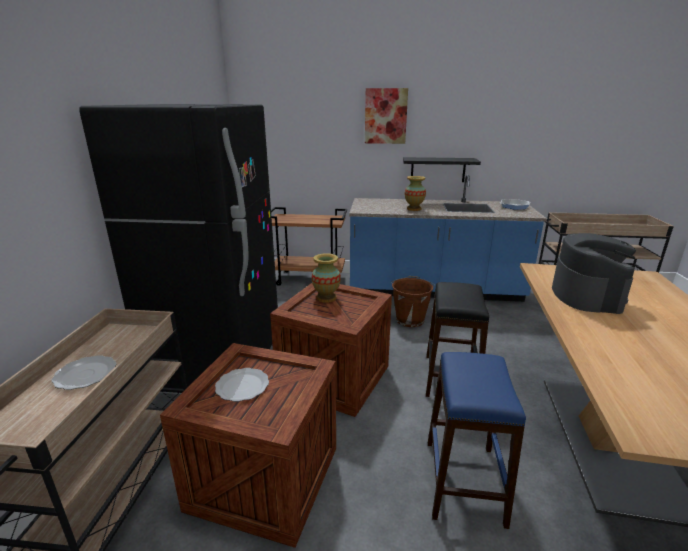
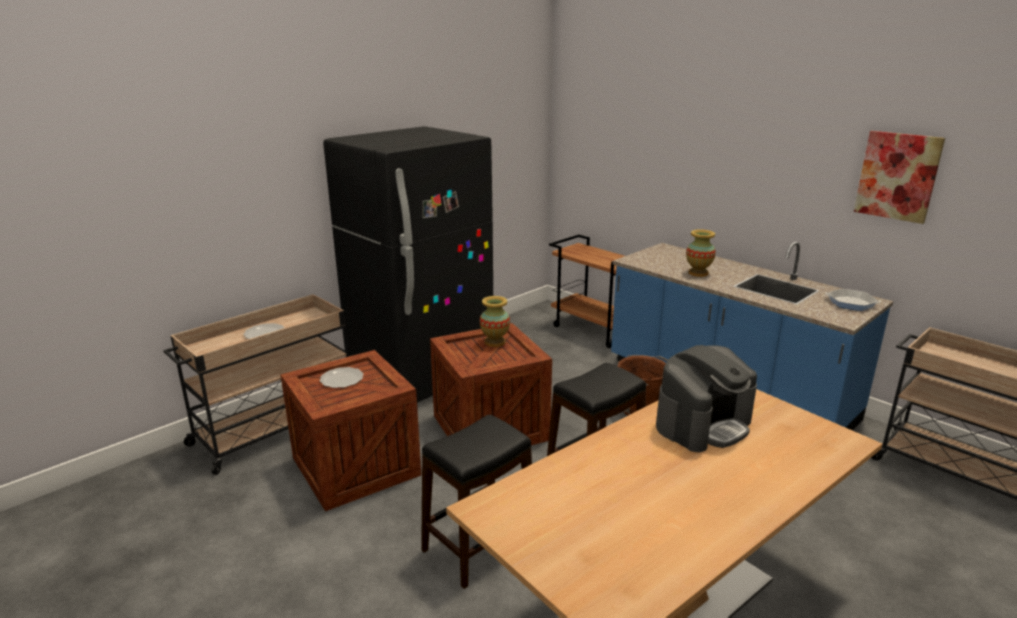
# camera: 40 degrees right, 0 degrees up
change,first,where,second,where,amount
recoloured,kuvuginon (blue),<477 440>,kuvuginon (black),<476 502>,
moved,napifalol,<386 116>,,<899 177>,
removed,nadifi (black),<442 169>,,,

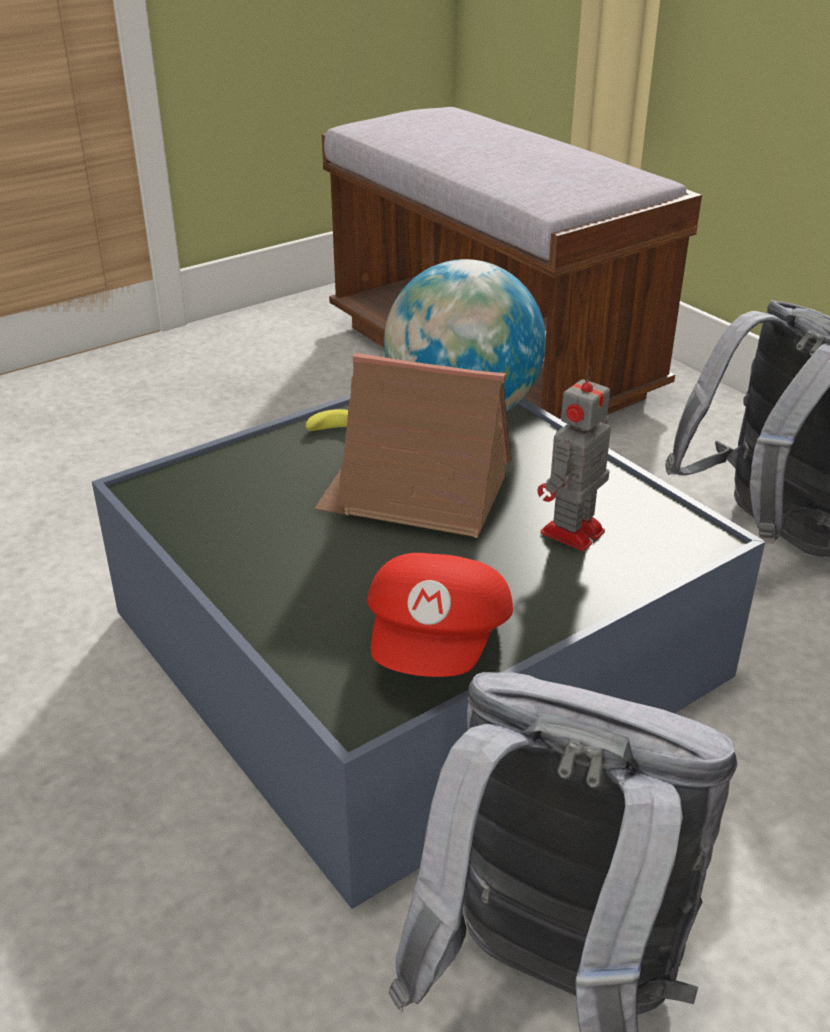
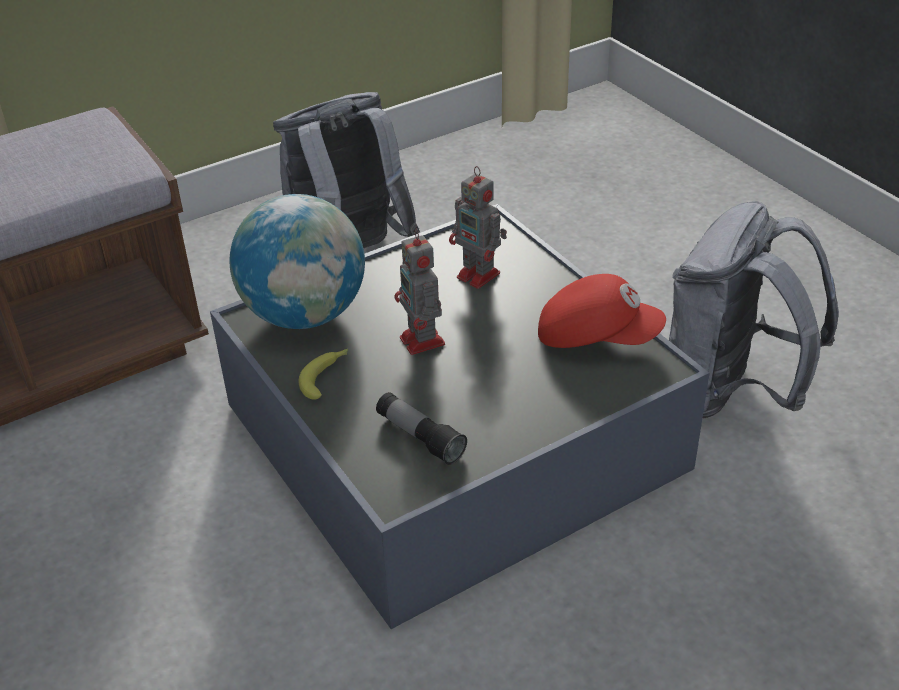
# camera: 85 degrees left, 5 degrees up
change,first,where,second,where,amount
added,,,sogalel,<421 428>,
replaced,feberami,<413 445>,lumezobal,<419 292>,

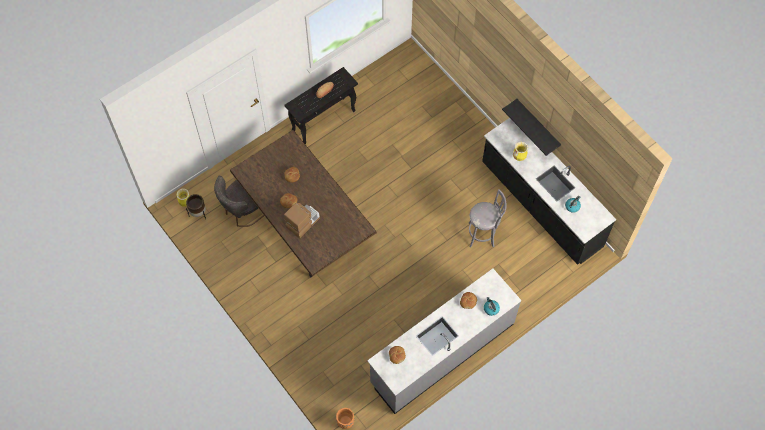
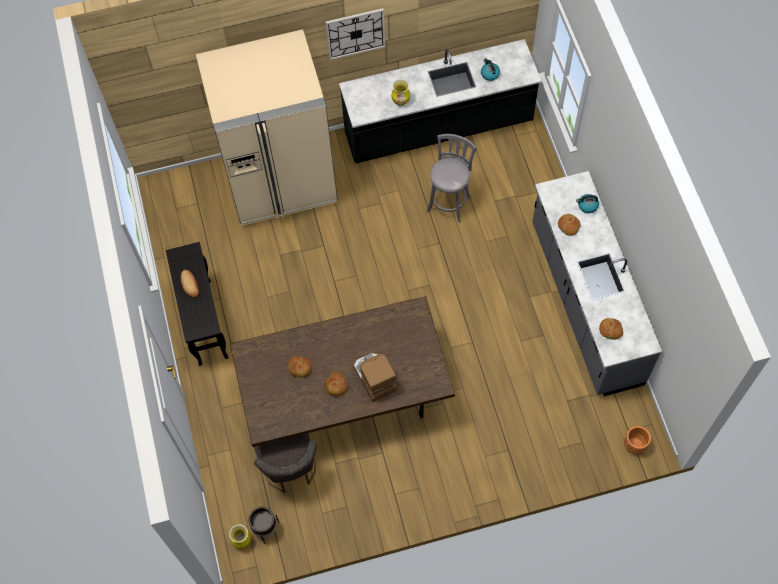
# camera: 65 degrees left, 0 degrees up
change,first,where,second,where,amount
added,,,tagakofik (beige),<266 127>,
added,,,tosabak,<355 34>,
removed,nadifi (black),<531 127>,,,

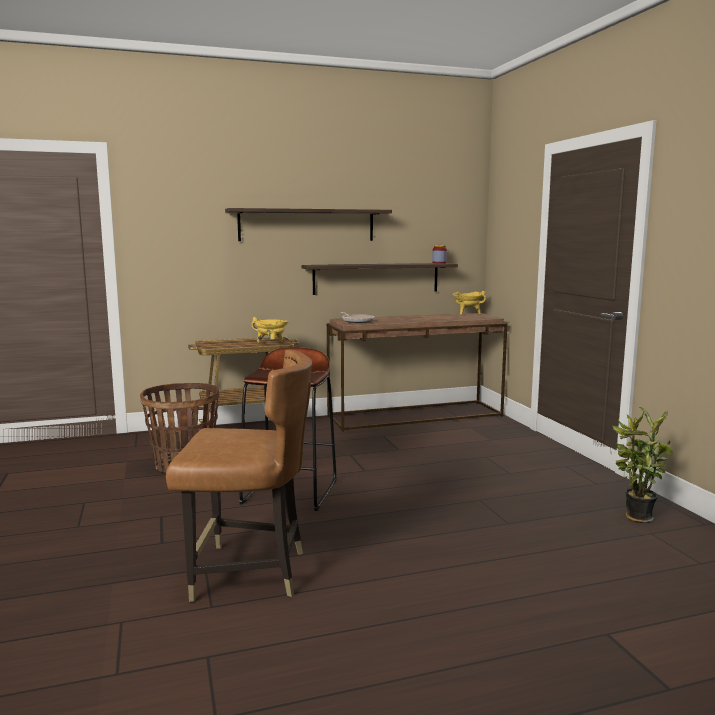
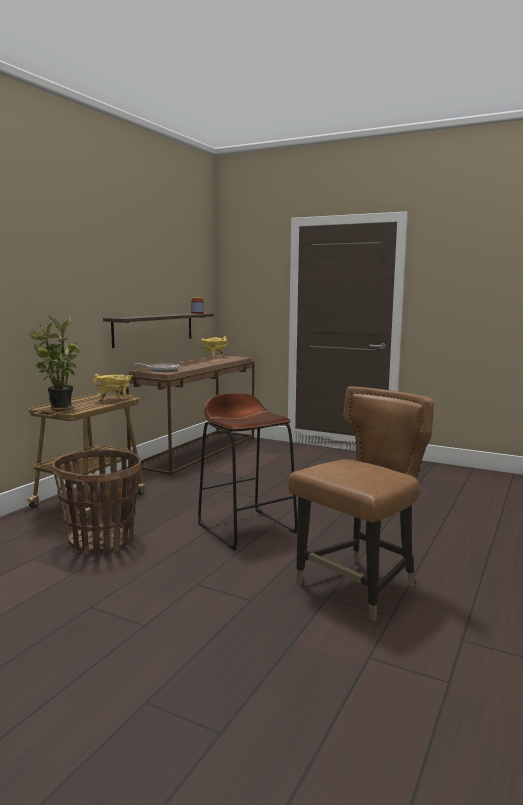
# camera: 45 degrees left, 0 degrees up
change,first,where,second,where,amount
moved,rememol,<643 464>,,<54 363>,
removed,nadifi,<308 224>,,,

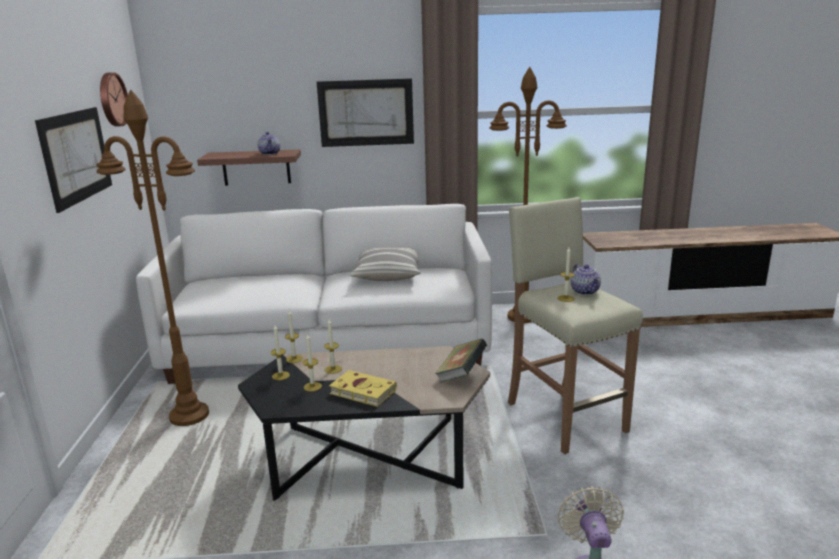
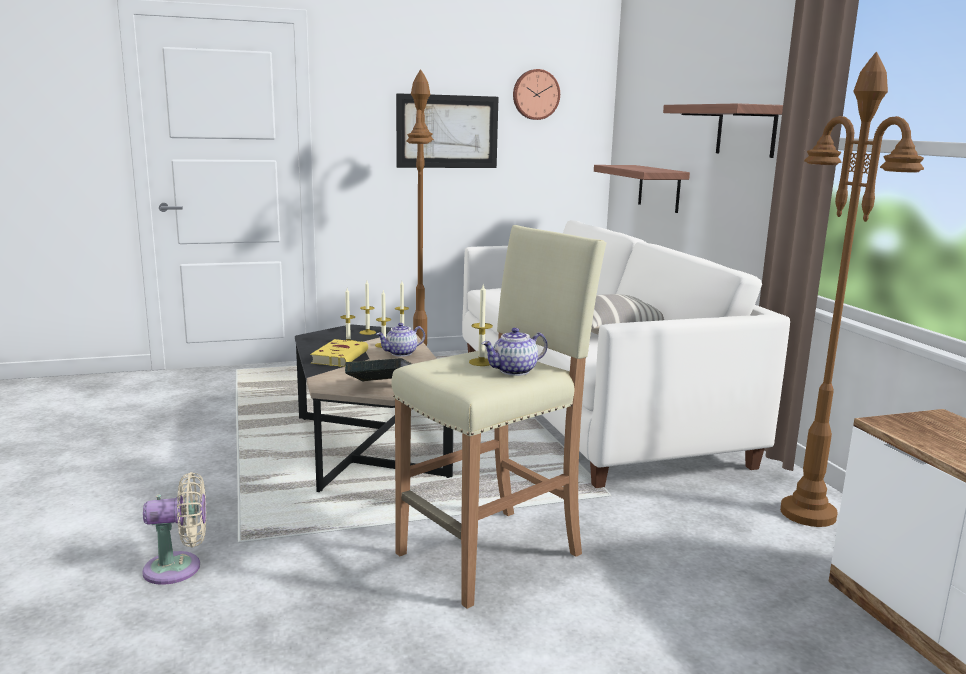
# camera: 75 degrees right, 5 degrees down
change,first,where,second,where,amount
moved,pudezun,<269 143>,,<400 340>,
replaced,napifalol,<365 112>,nadifi,<723 130>,

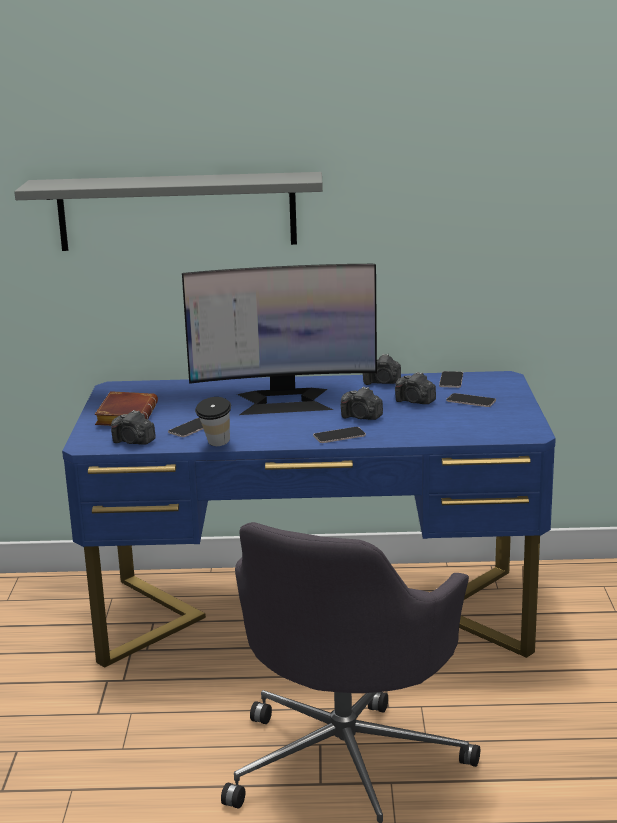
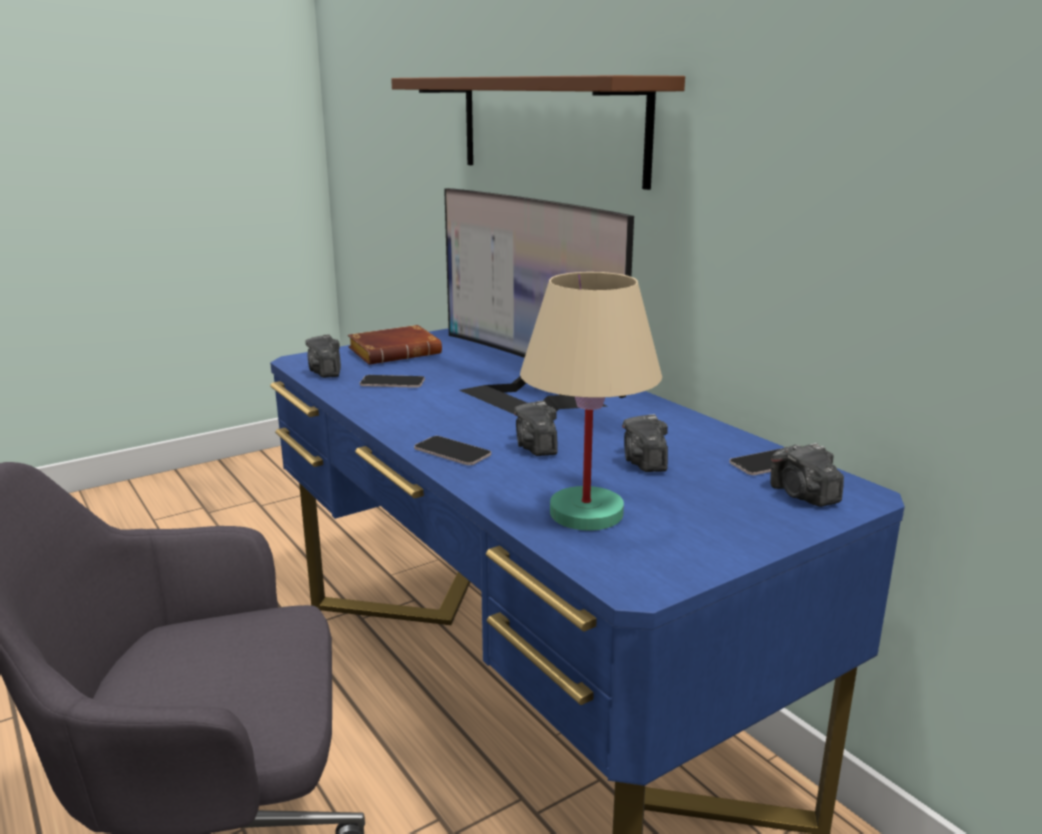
# camera: 55 degrees right, 0 degrees up
change,first,where,second,where,amount
recoloured,nadifi (grey),<168 211>,nadifi (brown),<538 132>,
added,,,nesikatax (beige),<591 401>,
moved,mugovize,<382 369>,,<807 475>,
removed,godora,<213 421>,,,
removed,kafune,<471 400>,,,

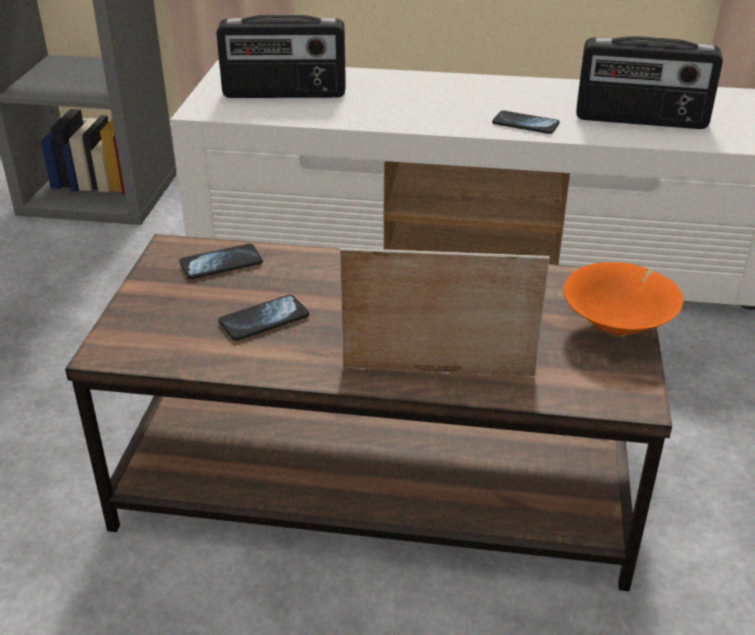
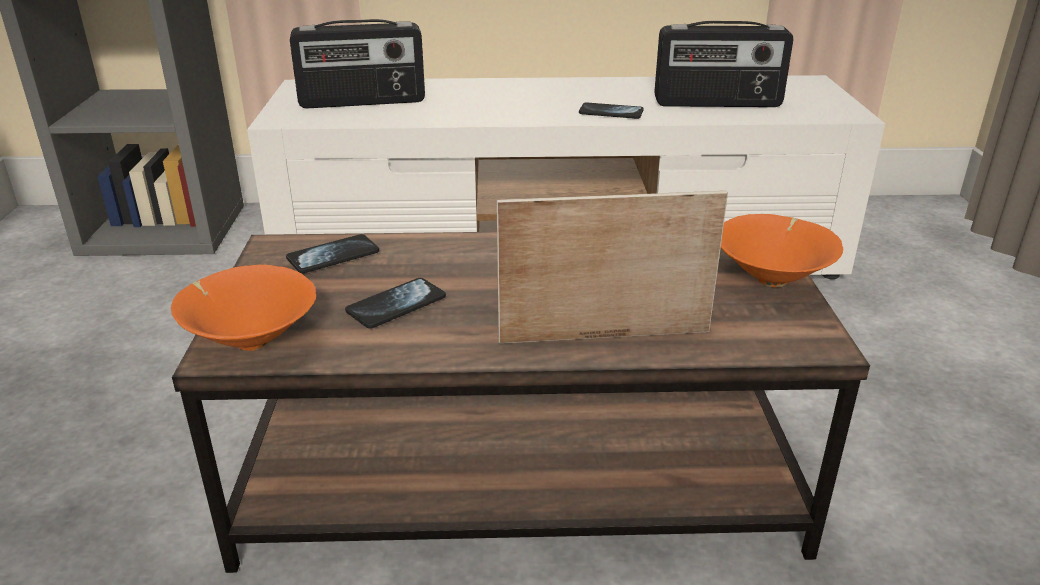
# camera: 10 degrees left, 5 degrees down
change,first,where,second,where,amount
added,,,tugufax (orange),<243 308>,

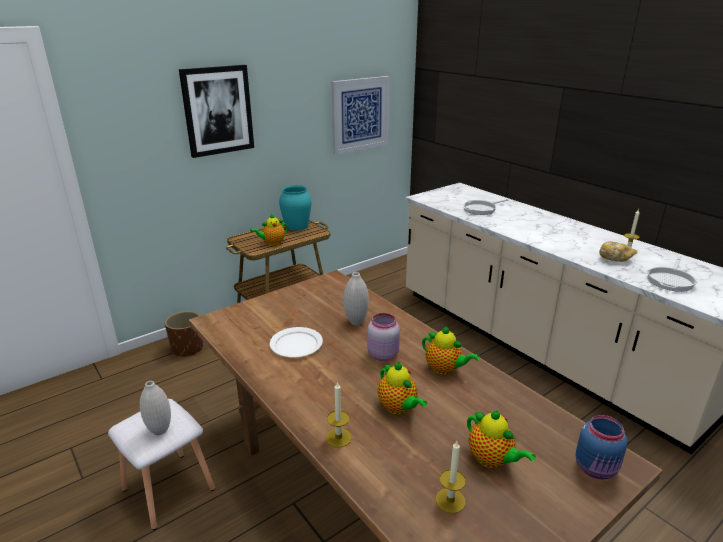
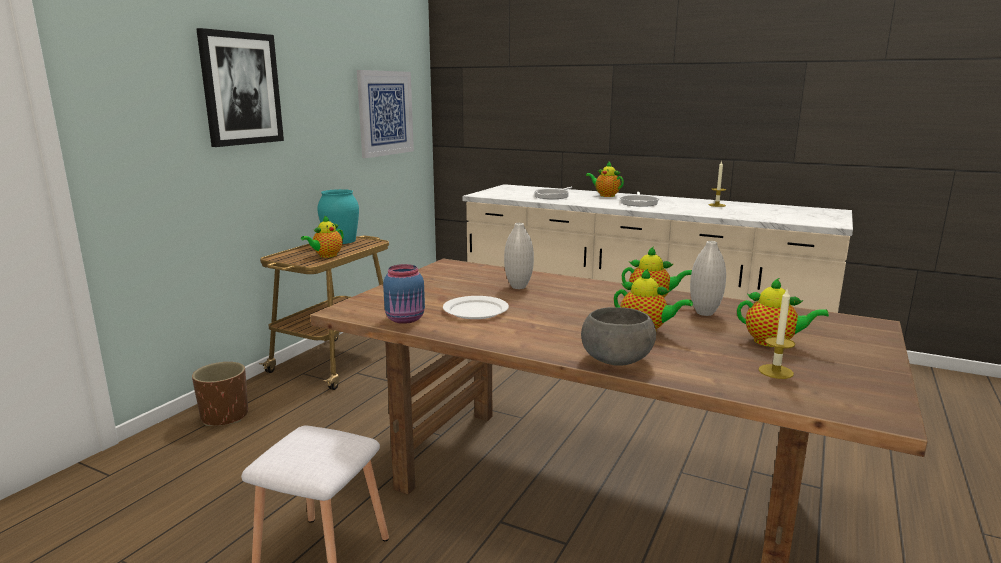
# camera: 25 degrees left, 10 degrees down
change,first,where,second,where,amount
moved,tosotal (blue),<601 447>,,<404 294>,
replaced,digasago,<339 414>,tugufax (grey),<618 336>,
added,,,pudezun,<605 179>,
moved,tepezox,<672 275>,,<639 199>,
moved,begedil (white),<155 408>,,<708 278>,
removed,tosotal (pink),<383 337>,,,
removed,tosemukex,<617 252>,,,

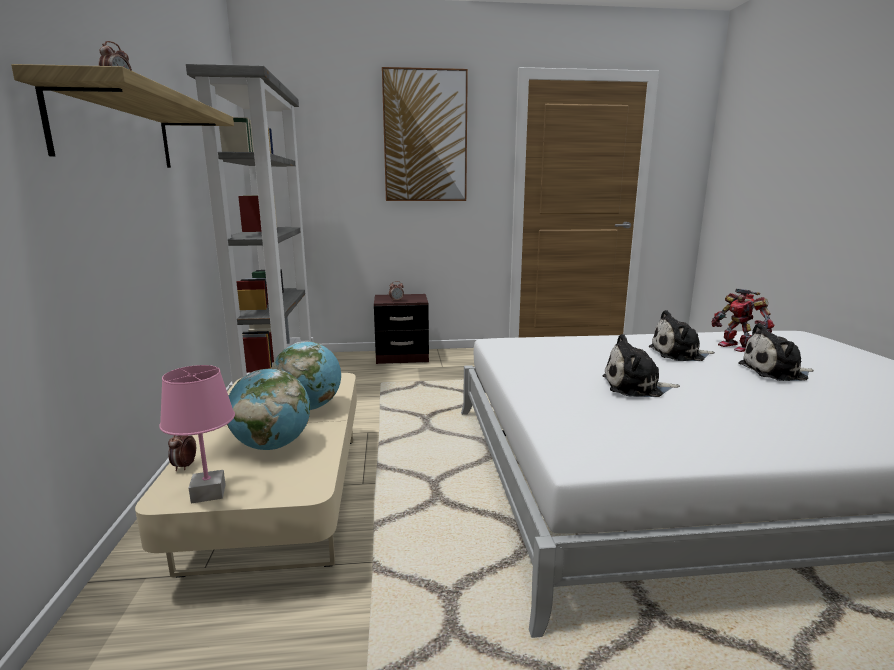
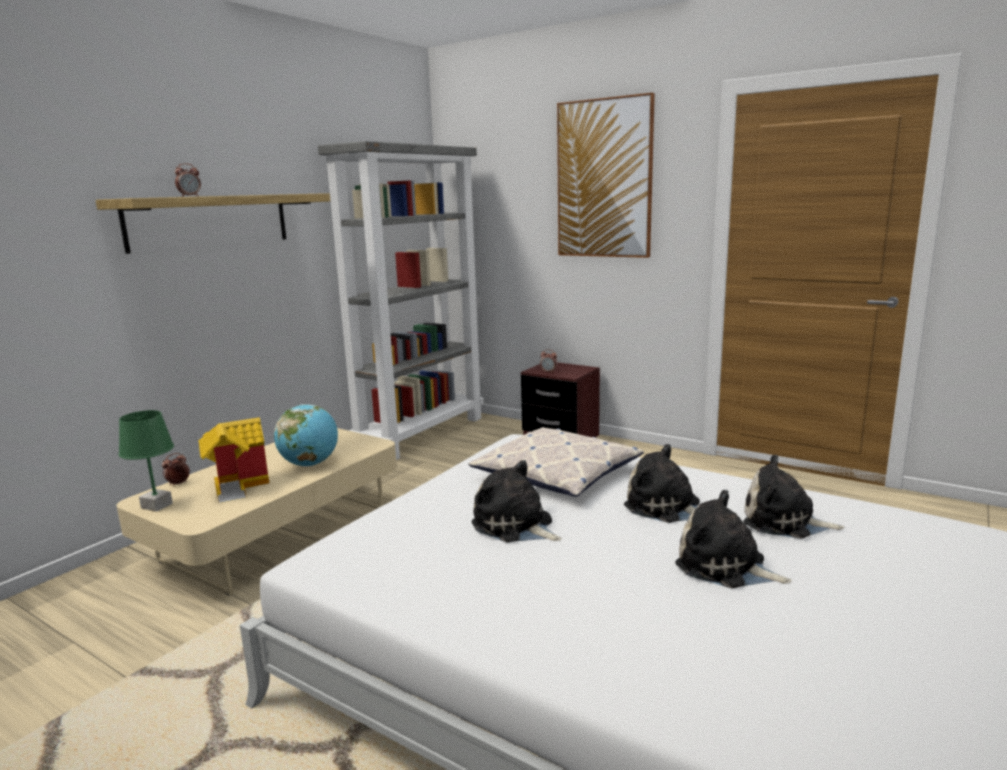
# camera: 40 degrees right, 0 degrees up
change,first,where,second,where,amount
recoloured,nesikatax (pink),<197 434>,nesikatax (green),<146 461>,
replaced,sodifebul,<268 409>,feberami,<233 460>,
added,,,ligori,<556 462>,
replaced,lumezobal,<742 320>,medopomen,<794 497>,

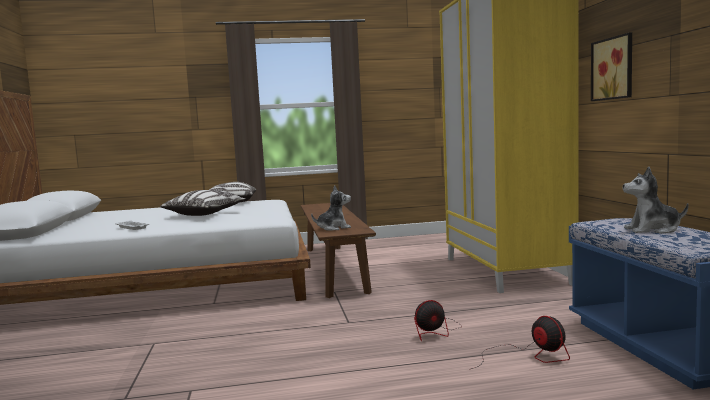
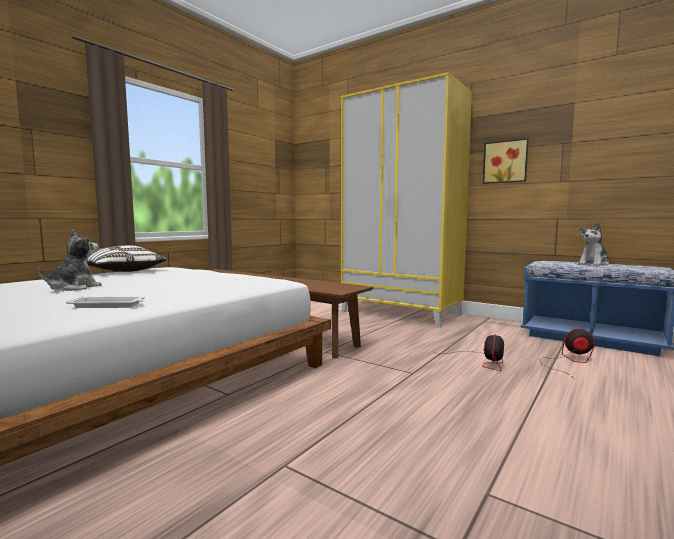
# camera: 45 degrees left, 0 degrees up
change,first,where,second,where,amount
moved,medopomen,<331 208>,,<70 260>,
removed,ligori,<203 203>,,,

